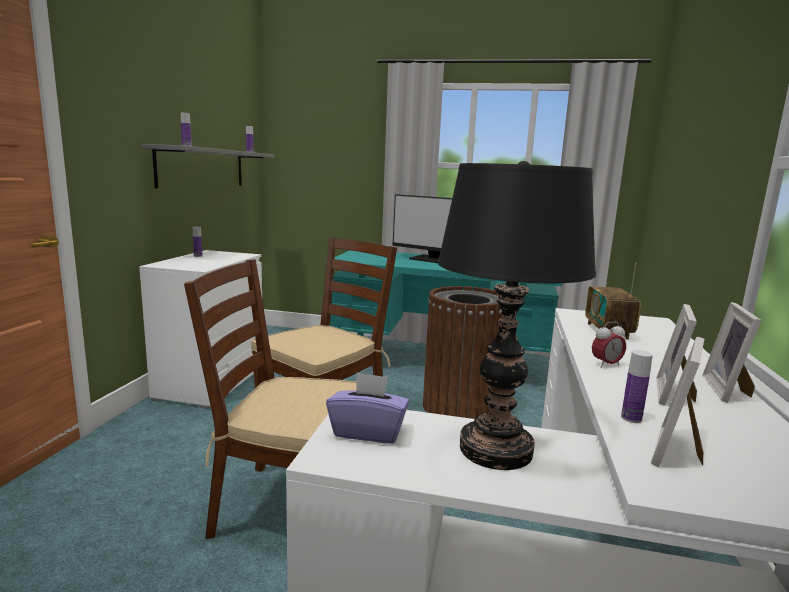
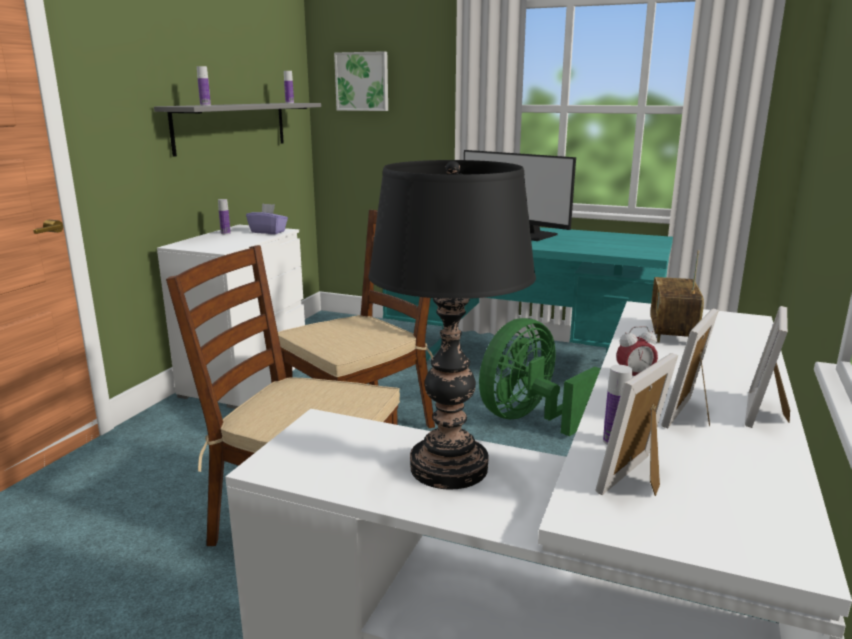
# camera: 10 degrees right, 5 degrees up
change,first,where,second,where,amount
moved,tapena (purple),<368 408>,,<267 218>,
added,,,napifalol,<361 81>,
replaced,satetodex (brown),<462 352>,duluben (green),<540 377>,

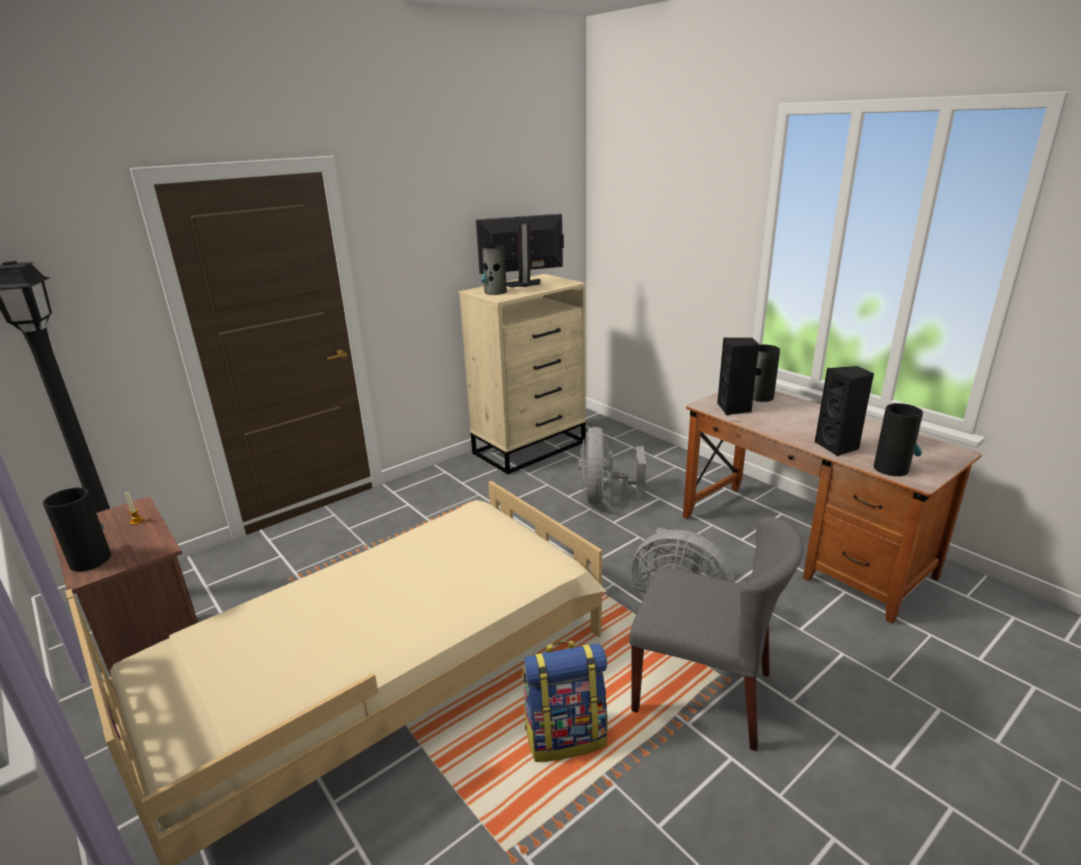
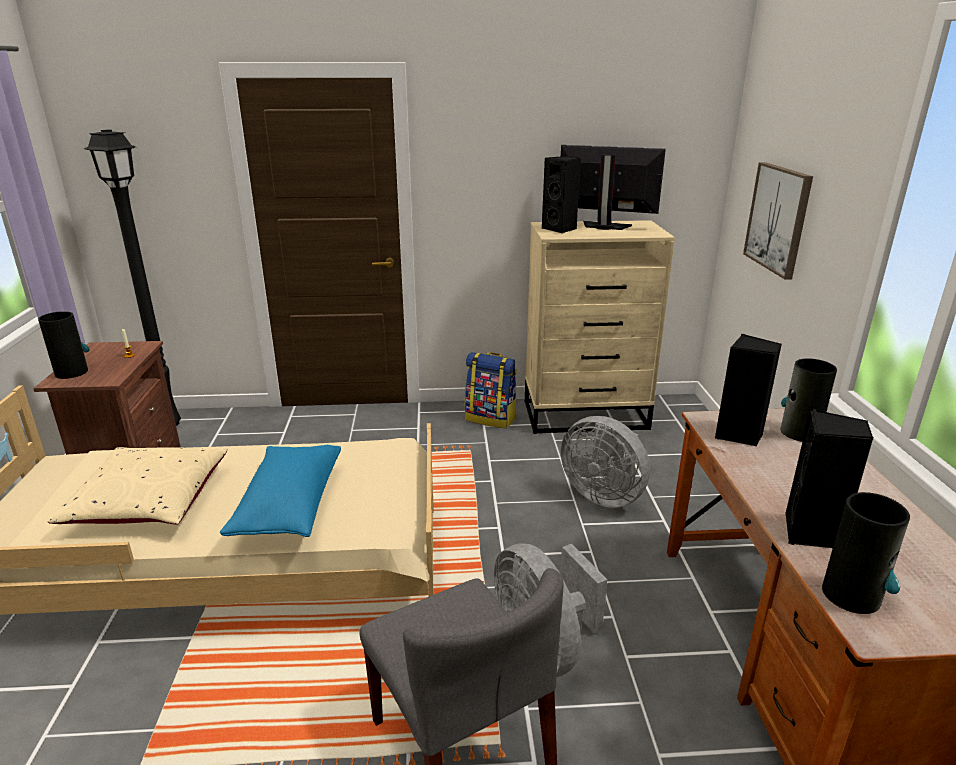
# camera: 35 degrees right, 0 degrees up
change,first,where,second,where,amount
added,,,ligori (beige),<138 486>,
added,,,ligori (blue),<280 491>,
moved,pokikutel,<565 701>,,<491 390>,
replaced,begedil,<494 269>,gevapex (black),<561 194>,
turned,duluben (grey),<612 465>,,<605 462>,90 degrees counterclockwise
added,,,napifalol,<778 221>,

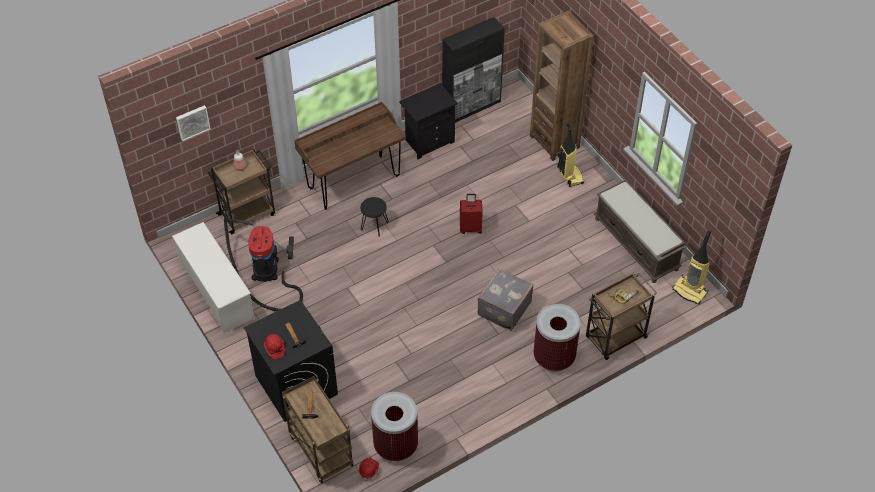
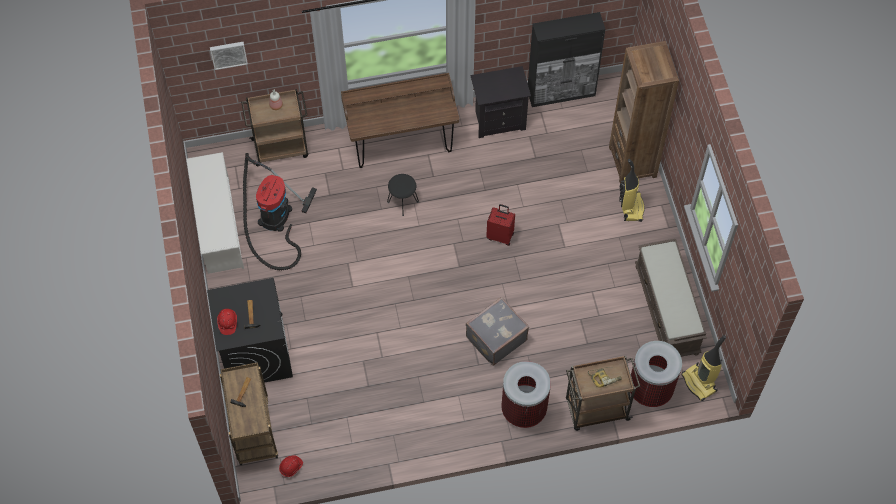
# camera: 20 degrees right, 10 degrees up
change,first,where,second,where,amount
moved,satetodex,<394 426>,,<656 374>,

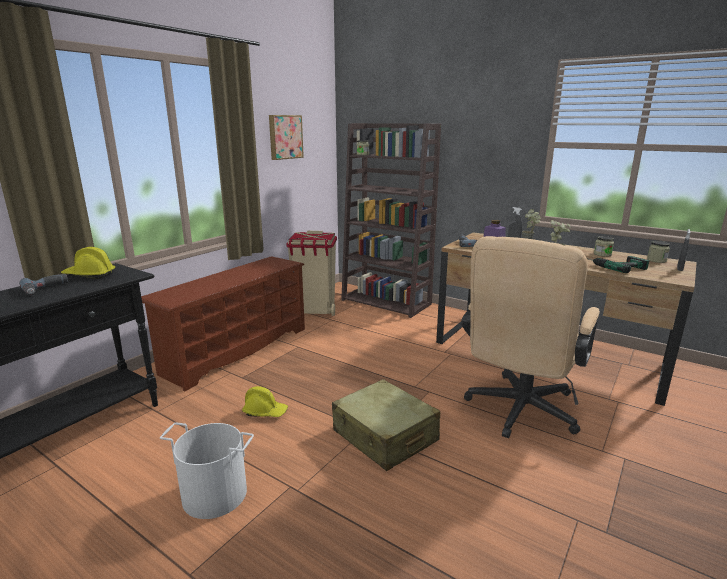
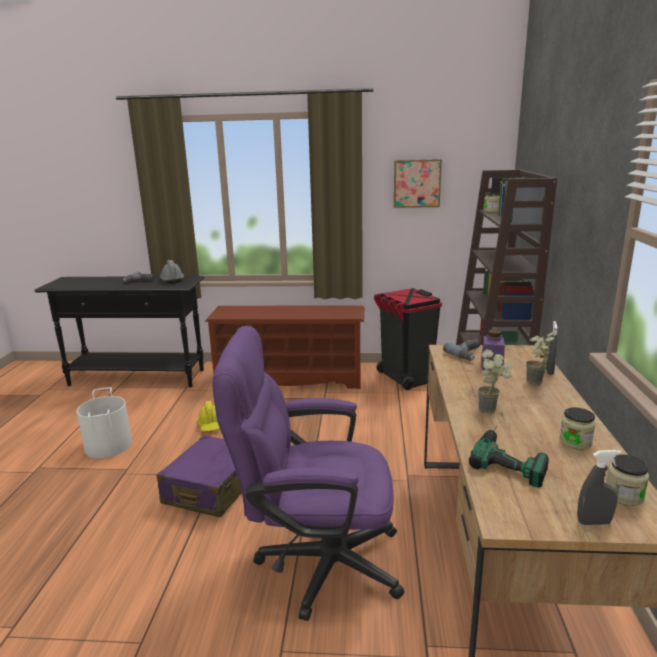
# camera: 60 degrees right, 0 degrees up
change,first,where,second,where,amount
recoloured,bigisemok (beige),<386 425>,bigisemok (purple),<199 476>,
recoloured,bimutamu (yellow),<88 263>,bimutamu (grey),<172 271>,
recoloured,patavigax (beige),<530 337>,patavigax (purple),<308 473>,
recoloured,satetodex (beige),<311 273>,satetodex (black),<408 339>,

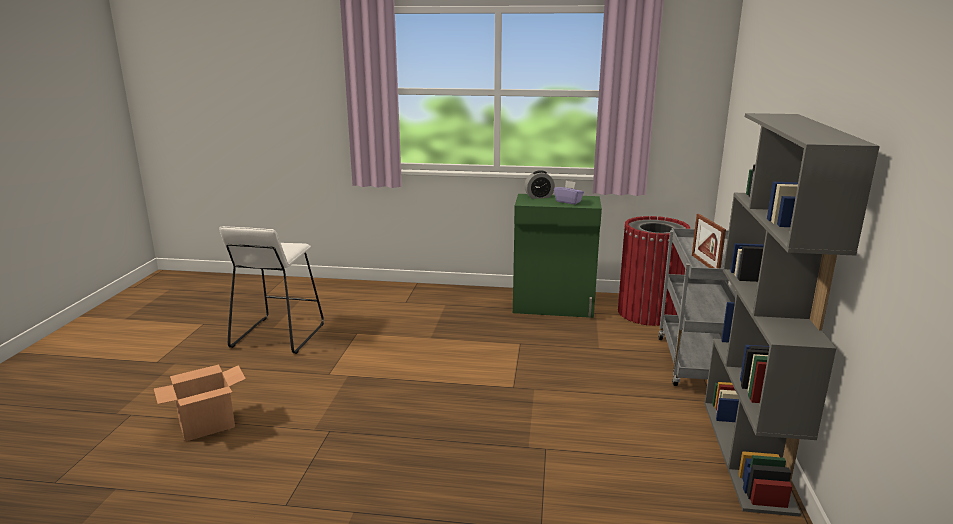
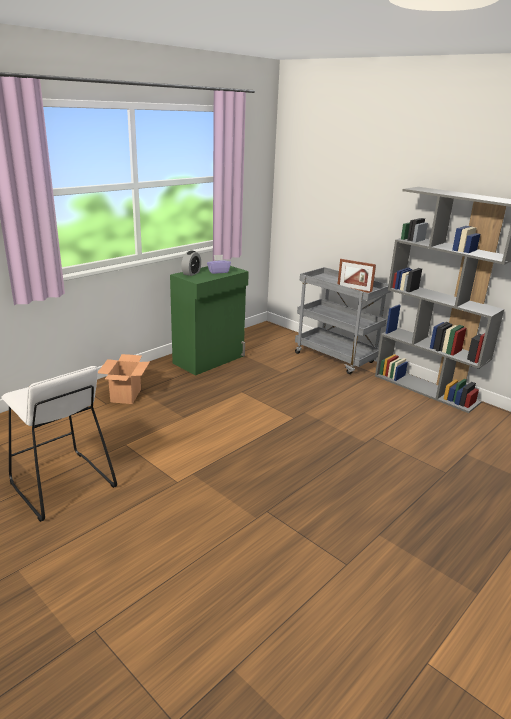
# camera: 55 degrees left, 5 degrees up
change,first,where,second,where,amount
moved,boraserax,<200 403>,,<124 379>,
removed,satetodex (red),<654 271>,,,

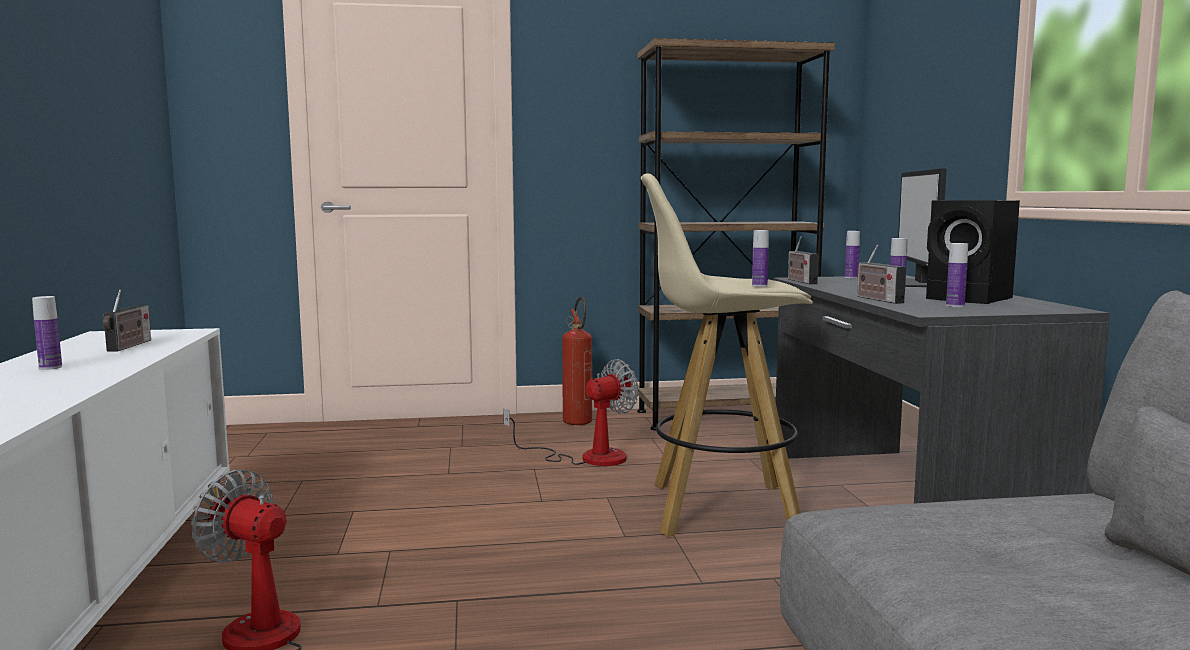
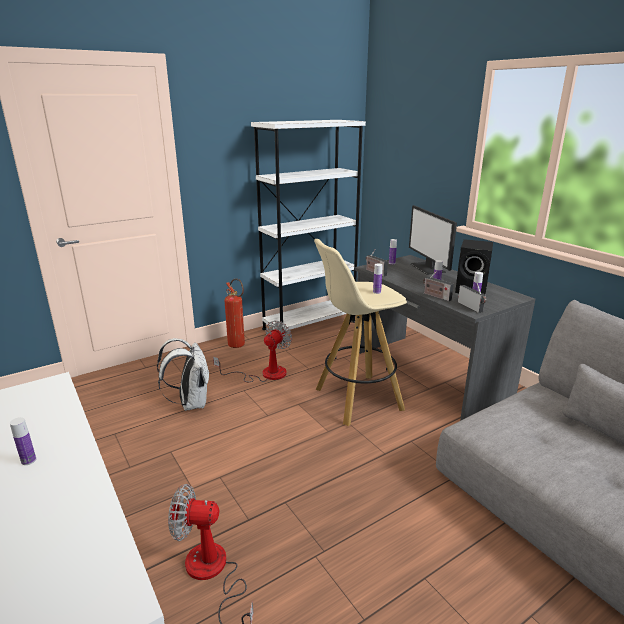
# camera: 25 degrees left, 15 degrees up
change,first,where,second,where,amount
added,,,pokikutel (white),<183 374>,
recoloured,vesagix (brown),<736 234>,vesagix (white),<308 232>,
moved,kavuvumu,<127 320>,,<472 297>,

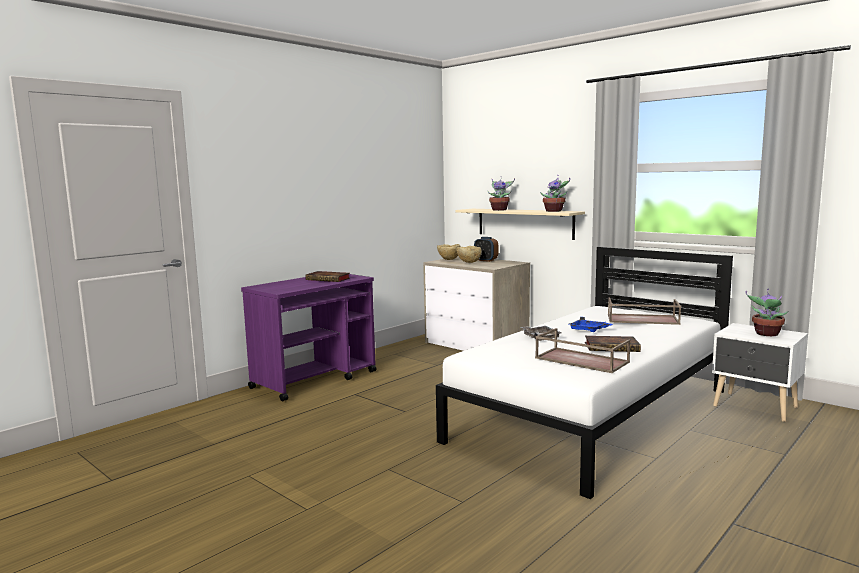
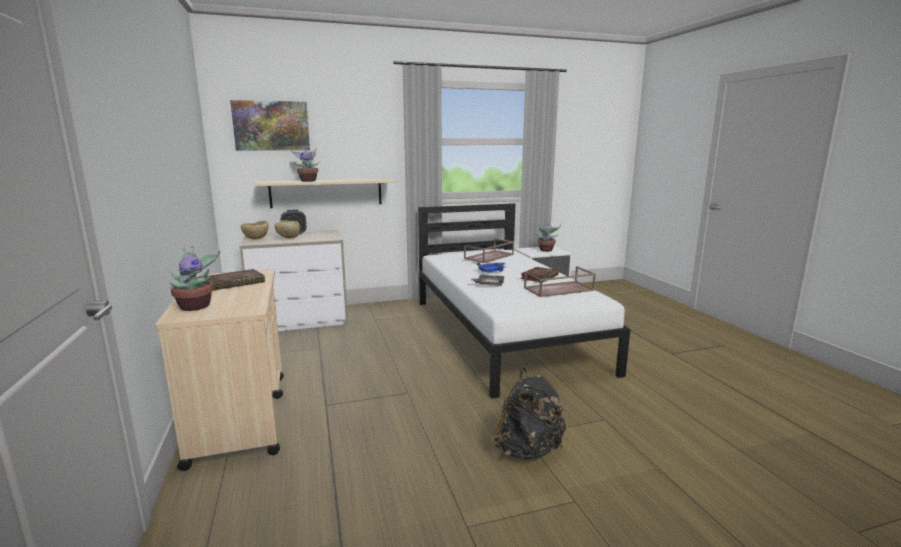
# camera: 60 degrees left, 5 degrees up
change,first,where,second,where,amount
recoloured,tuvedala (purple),<308 338>,tuvedala (beige),<219 370>,
moved,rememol,<555 193>,,<195 278>,
added,,,napifalol,<270 125>,
added,,,pokikutel (black),<529 414>,

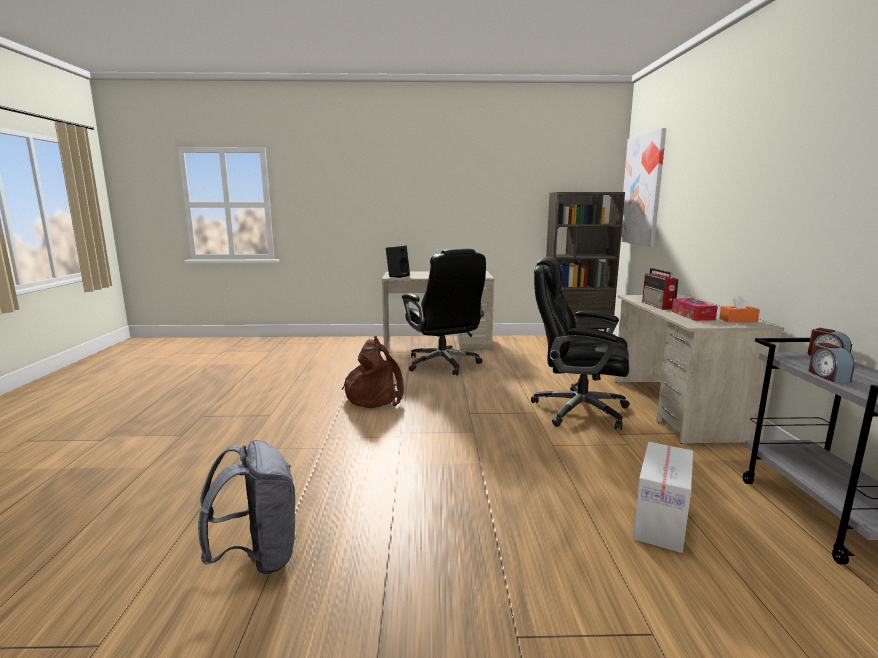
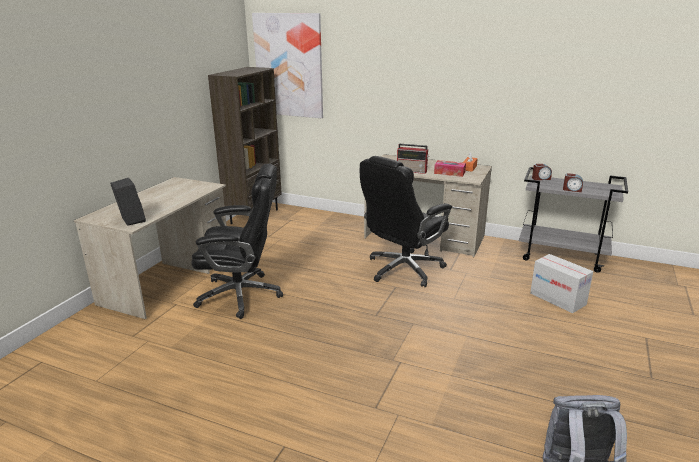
# camera: 65 degrees left, 10 degrees up
change,first,where,second,where,amount
removed,pokikutel (brown),<373 372>,,,

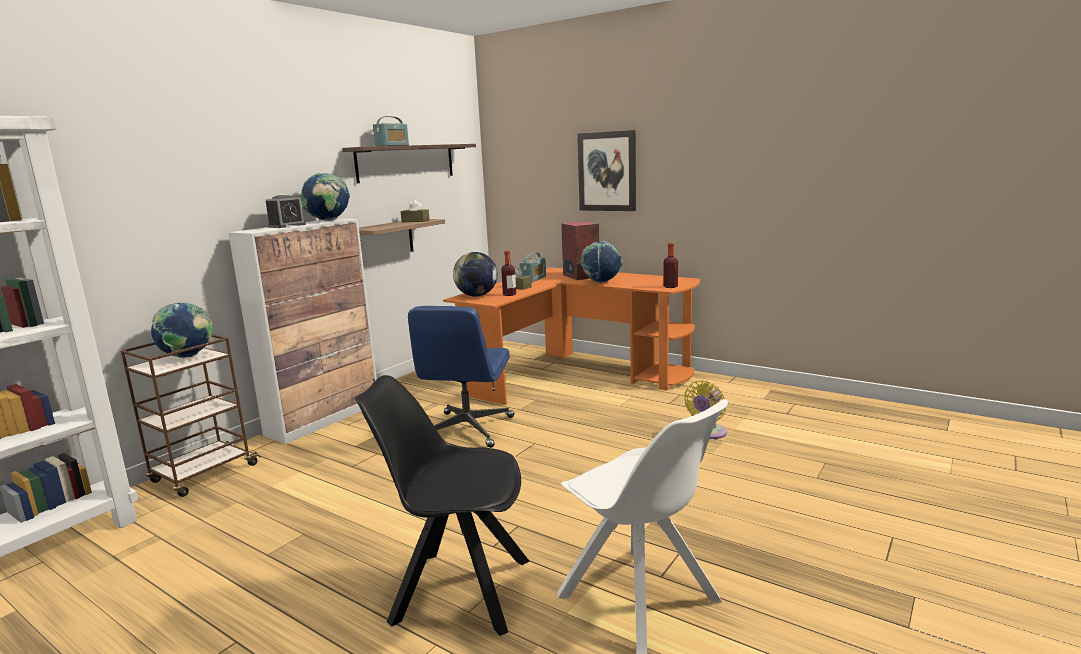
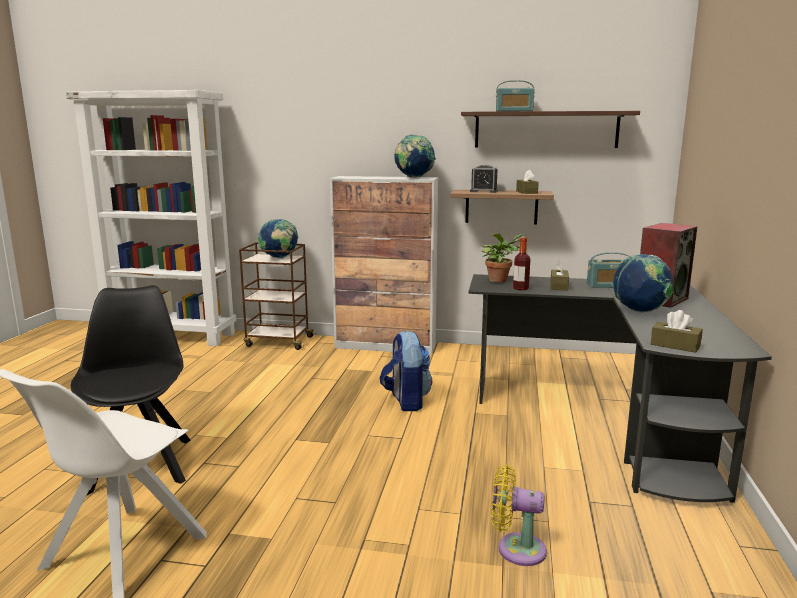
# camera: 65 degrees right, 0 degrees up
change,first,where,second,where,amount
replaced,patavigax (blue),<461 377>,pokikutel,<406 371>,
recoloured,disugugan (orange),<571 336>,disugugan (black),<620 388>,
moved,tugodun,<286 211>,,<484 179>,
replaced,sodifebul,<475 274>,rememol,<503 258>,
replaced,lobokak,<670 265>,tapena (brown),<677 331>,
removed,napifalol,<606 170>,,,

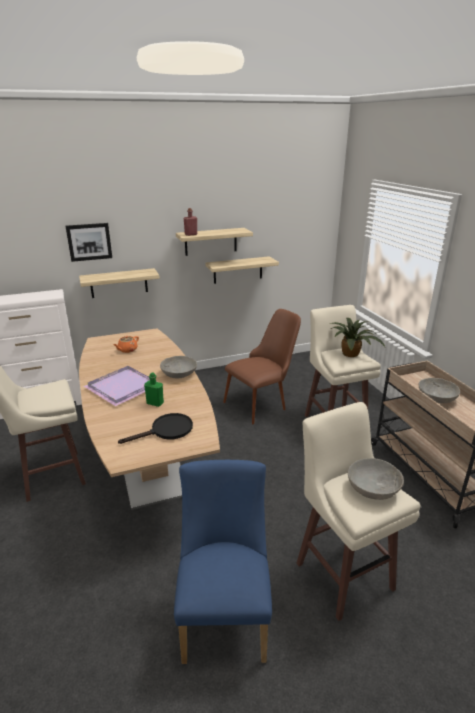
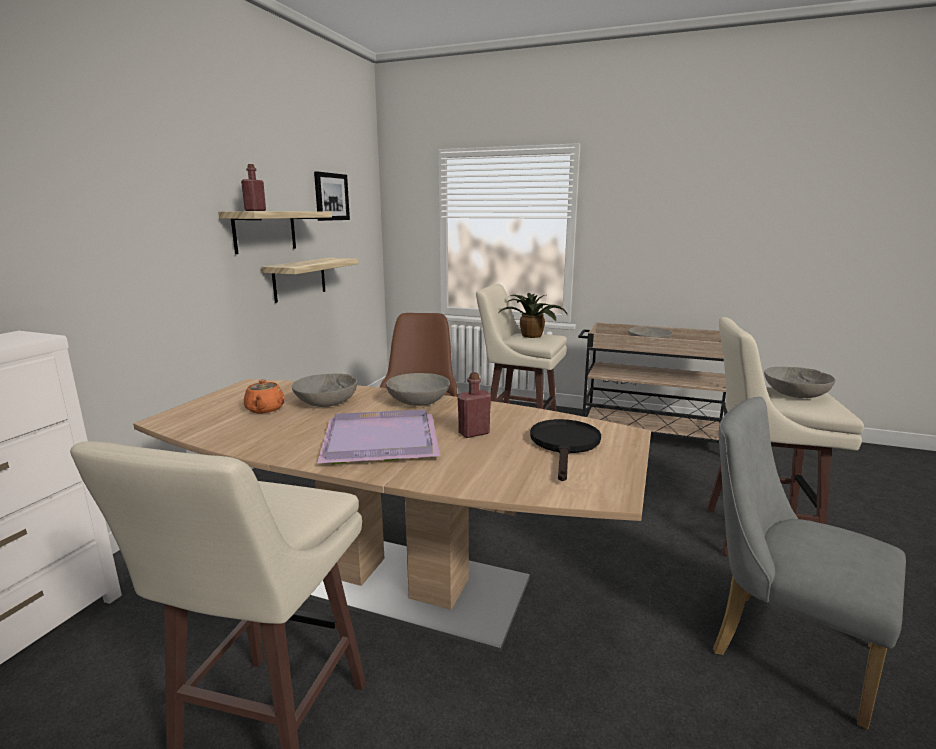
# camera: 50 degrees left, 10 degrees down
change,first,where,second,where,amount
added,,,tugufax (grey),<324 390>,
moved,napifalol,<89 242>,,<332 196>,
recoloured,lobokak (green),<154 389>,lobokak (red),<474 405>,
recoloured,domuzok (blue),<223 562>,domuzok (grey),<809 563>,
removed,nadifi,<119 283>,,,

